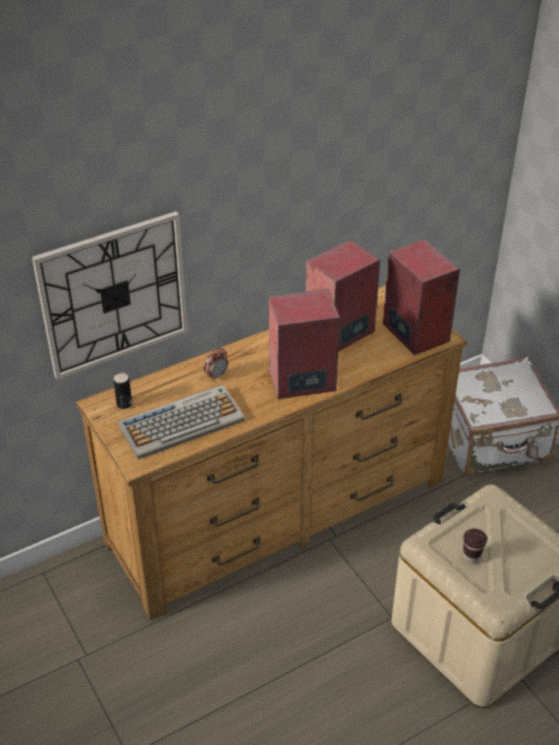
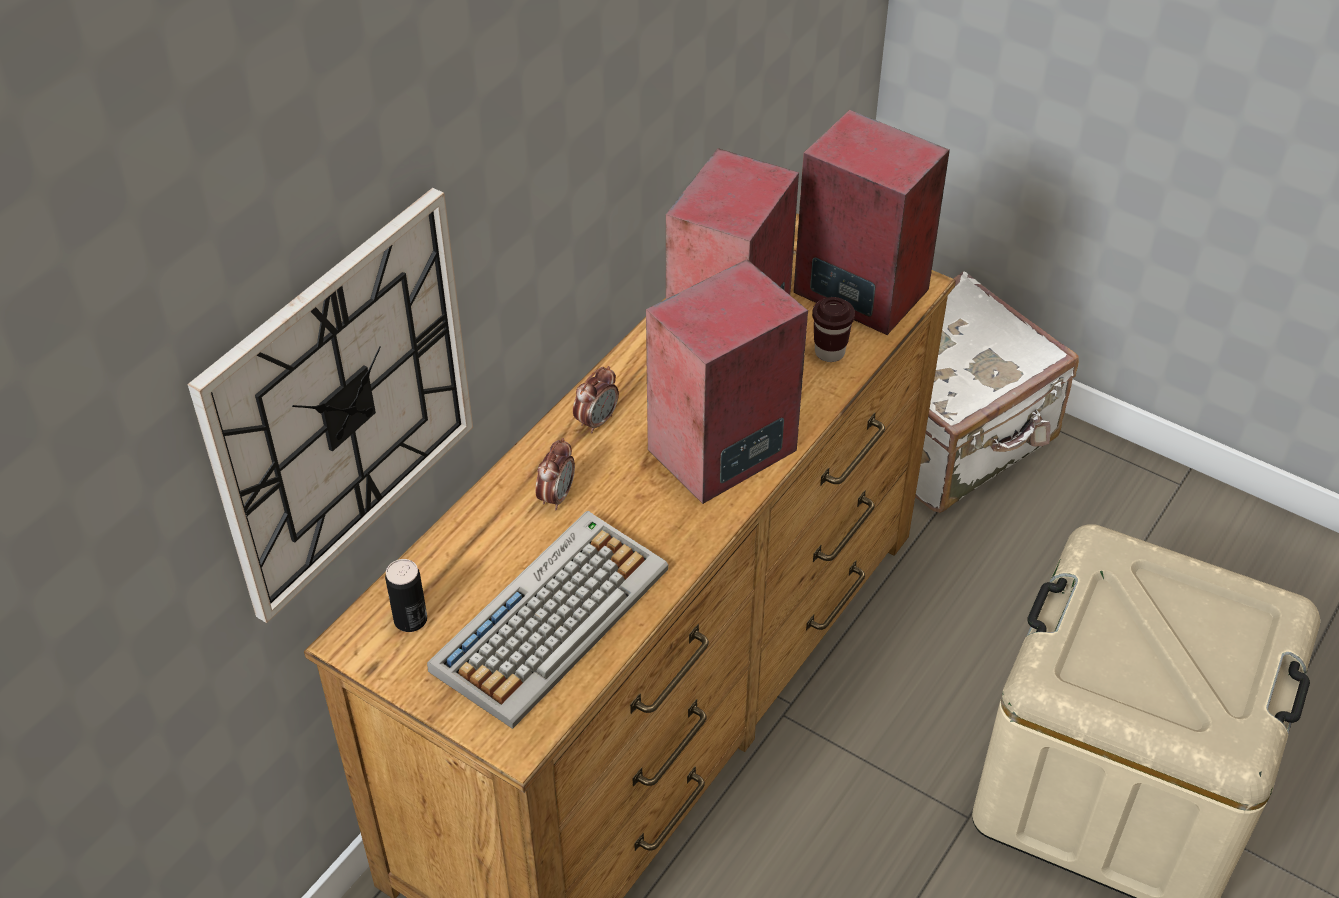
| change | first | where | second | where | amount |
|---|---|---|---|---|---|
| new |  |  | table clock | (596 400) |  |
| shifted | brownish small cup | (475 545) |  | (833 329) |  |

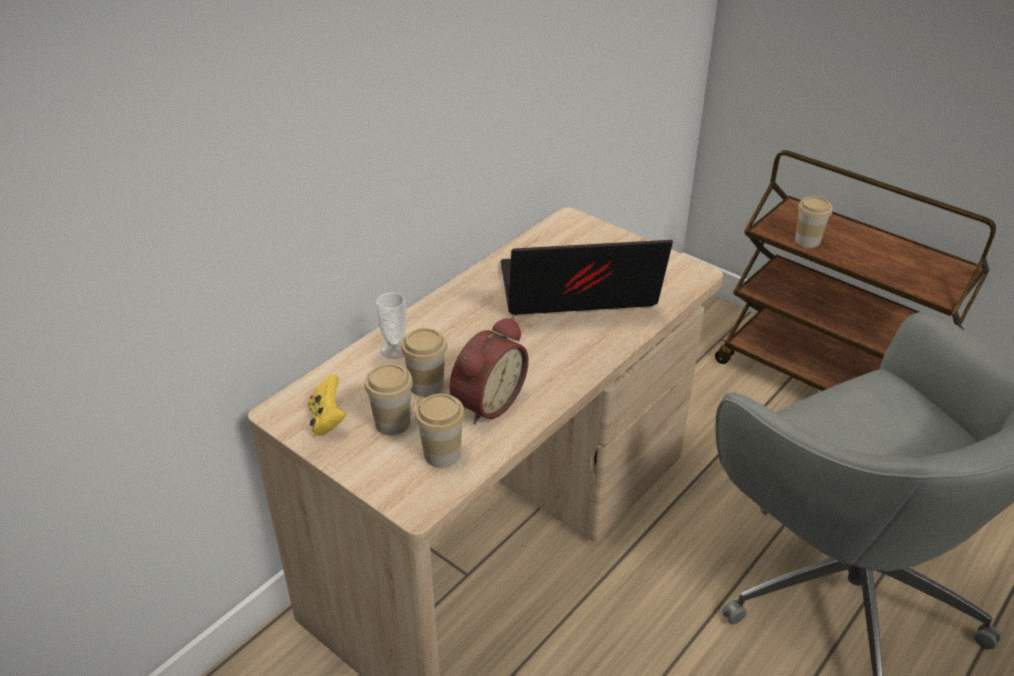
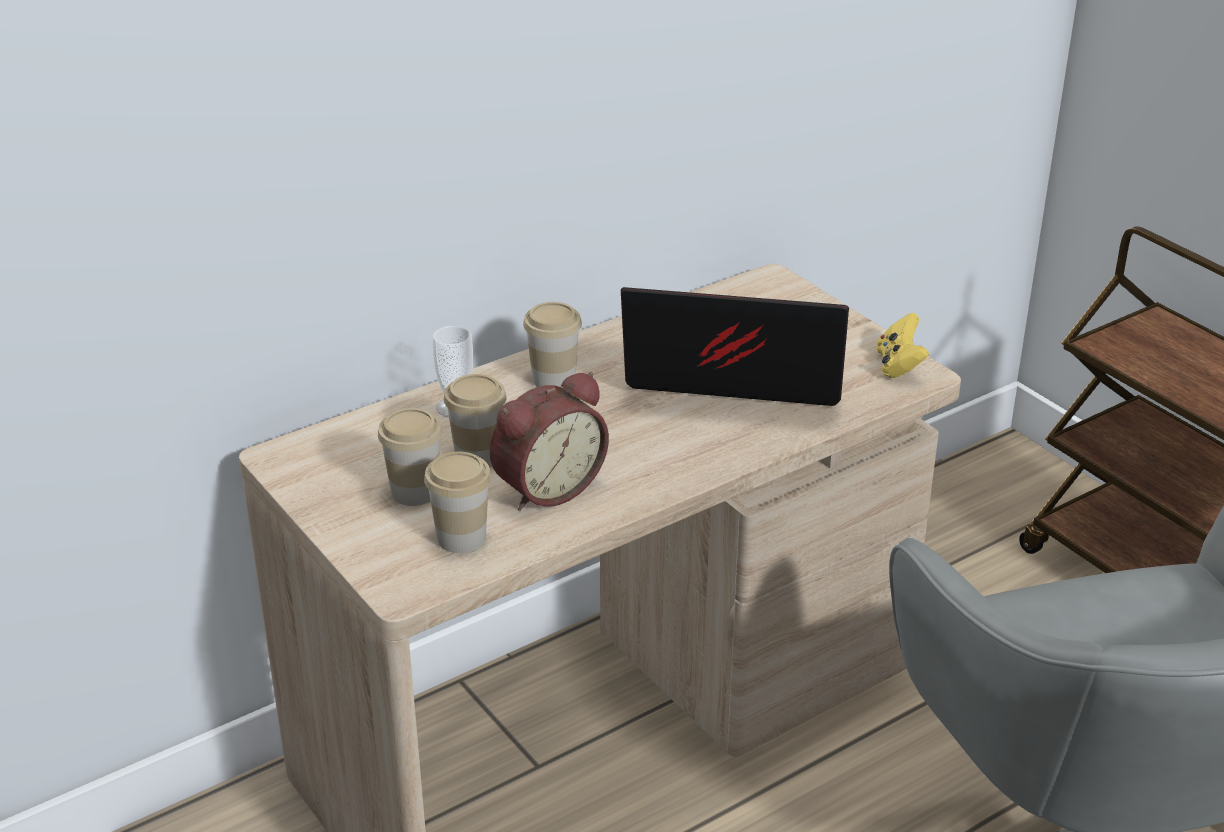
| change | first | where | second | where | amount |
|---|---|---|---|---|---|
| shifted | small cup | (814 222) |  | (552 344) |  |
| shifted | yellow joypad | (327 404) |  | (903 345) |  |

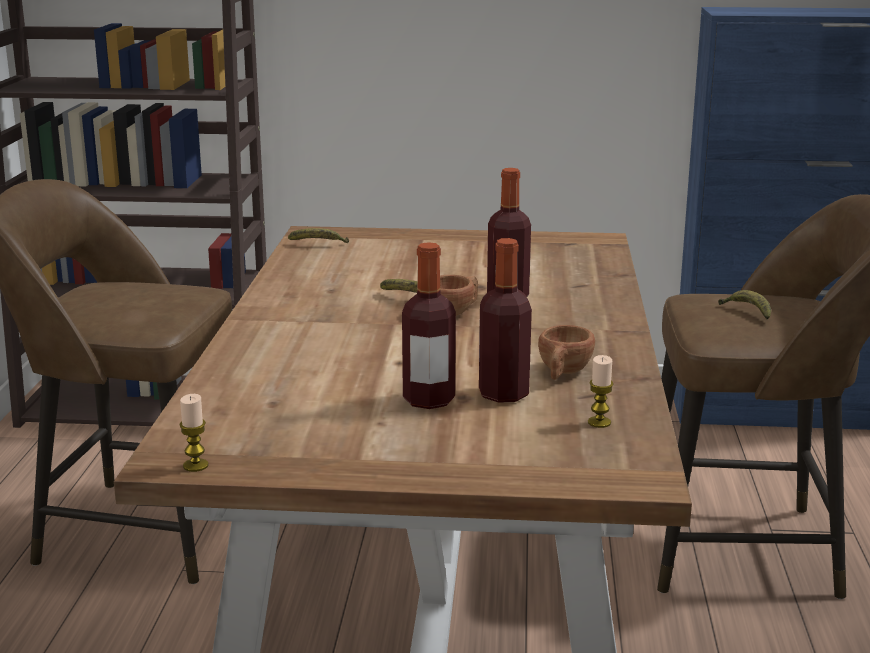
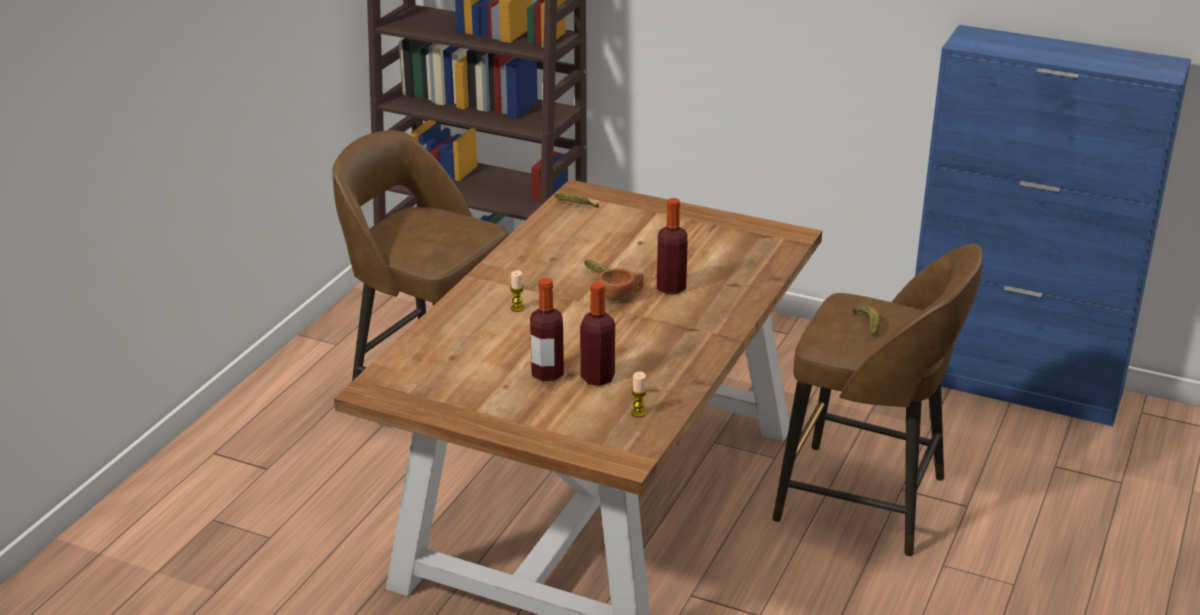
| change | first | where | second | where | amount |
|---|---|---|---|---|---|
| shifted | wax light | (194 433) |  | (517 291) |  |
| gone | brownish small cup | (566 352) |  |  |  |

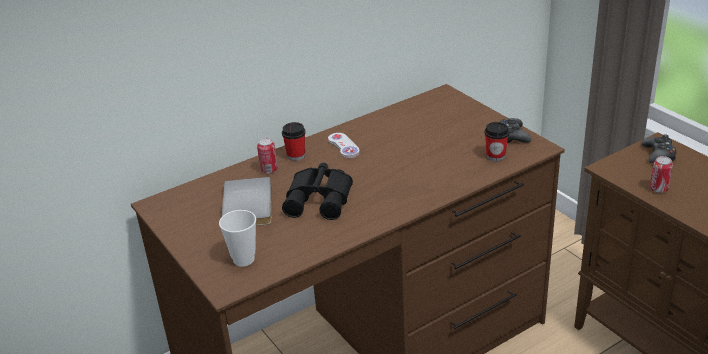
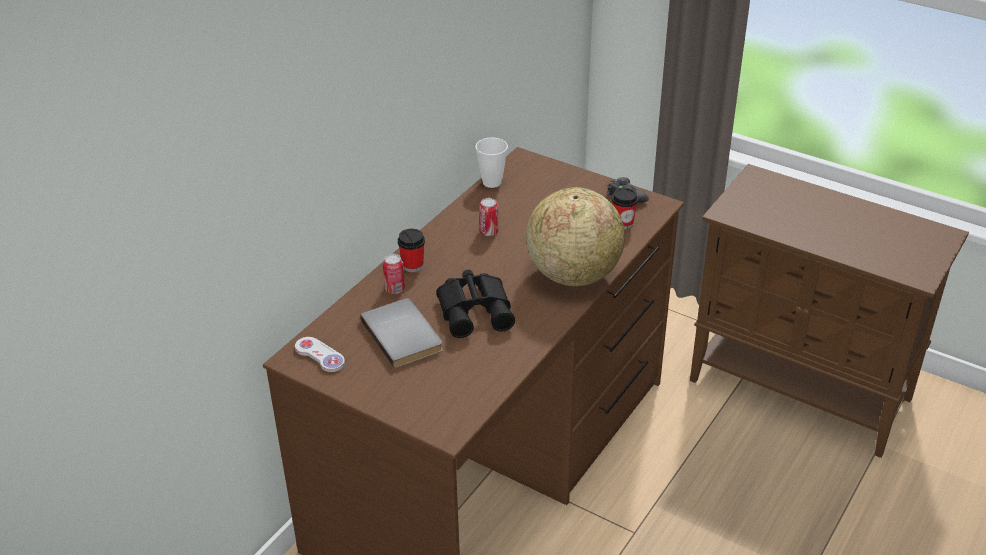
| change | first | where | second | where | amount |
|---|---|---|---|---|---|
| shifted | whitish joypad | (344 145) |  | (320 354) |  |
| shifted | small cup | (237 238) |  | (491 163) |  |
| shifted | sealed can | (661 174) |  | (488 217) |  |
| new |  |  | desk globe | (575 236) |  |
| gone | black-coloured joypad | (658 148) |  |  |  |

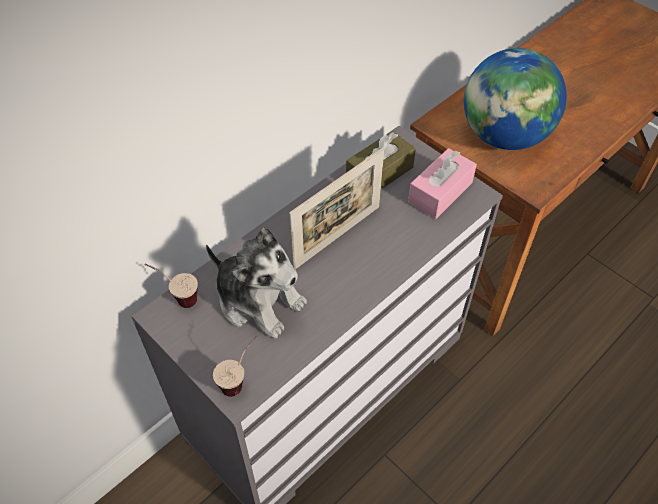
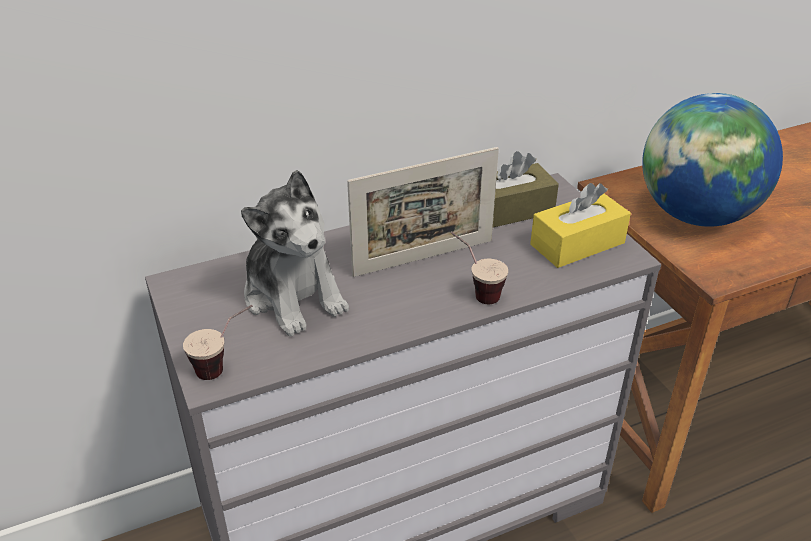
| change | first | where | second | where | amount |
|---|---|---|---|---|---|
| shifted | small cup | (171 286) |  | (479 267) |  |
| repainted | pinkish box of tissues | (442 183) | yellow box of tissues | (580 225) |  |

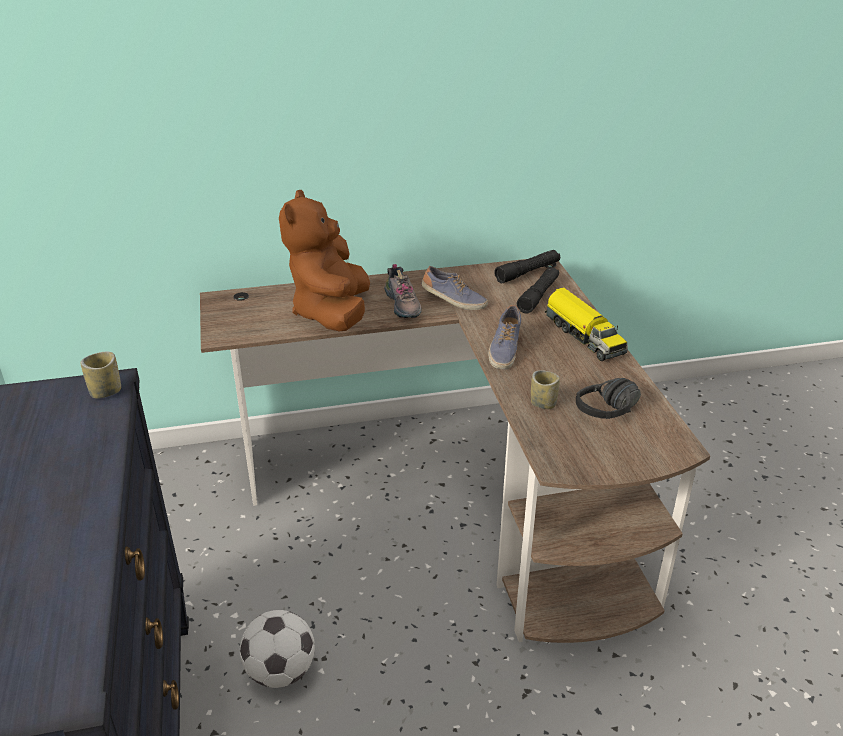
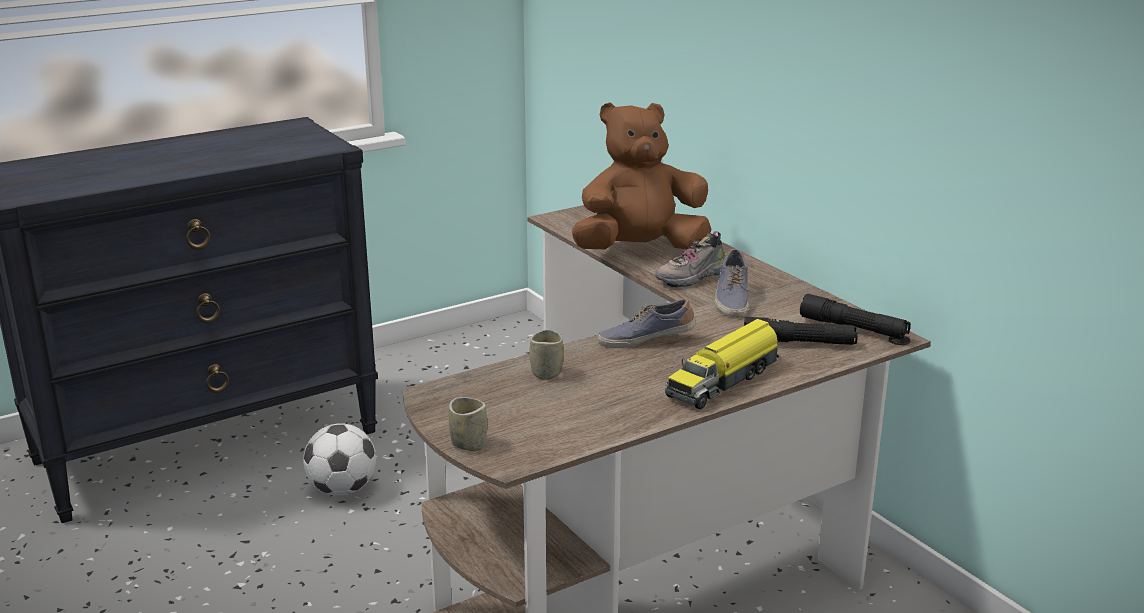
| change | first | where | second | where | amount |
|---|---|---|---|---|---|
| shifted | small cup | (101 375) |  | (468 424) |  |
| gone | black-coloured pair of headphones | (608 398) |  |  |  |

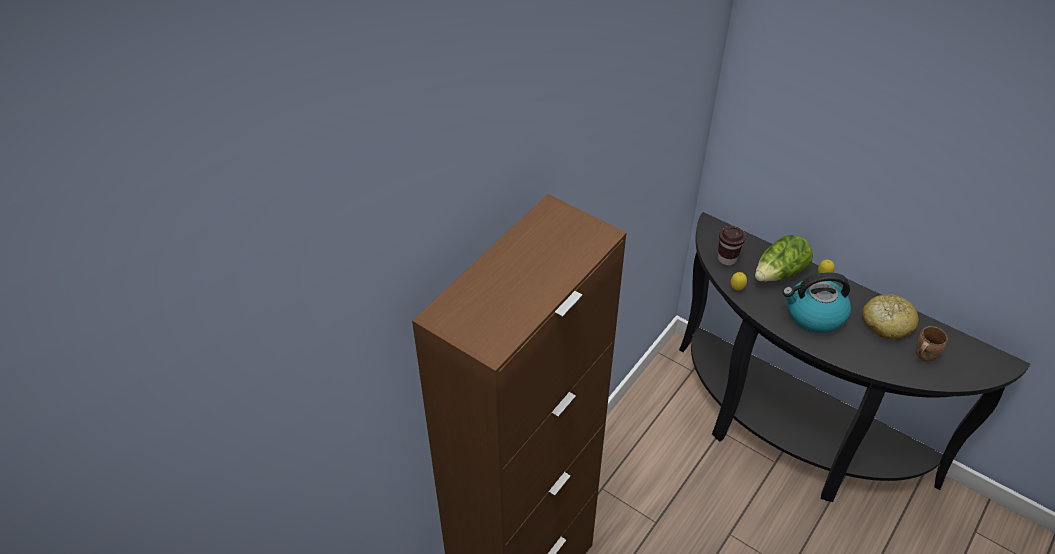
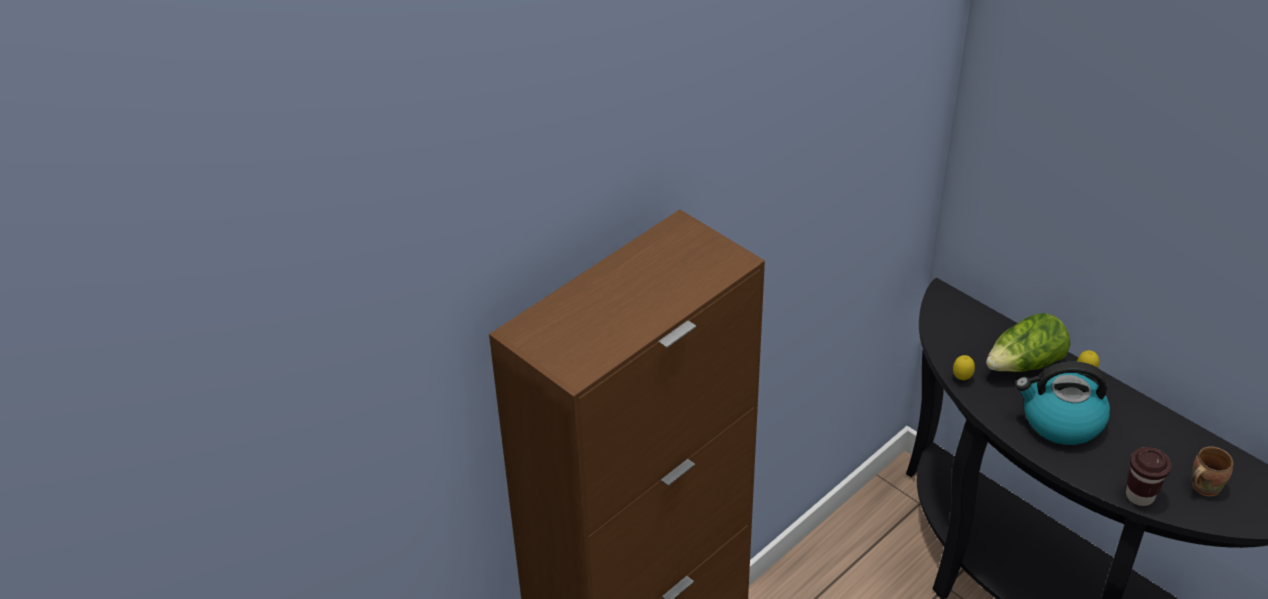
| change | first | where | second | where | amount |
|---|---|---|---|---|---|
| shifted | brownish small cup | (732 245) |  | (1148 476) |  |
| gone | bread | (890 316) |  |  |  |

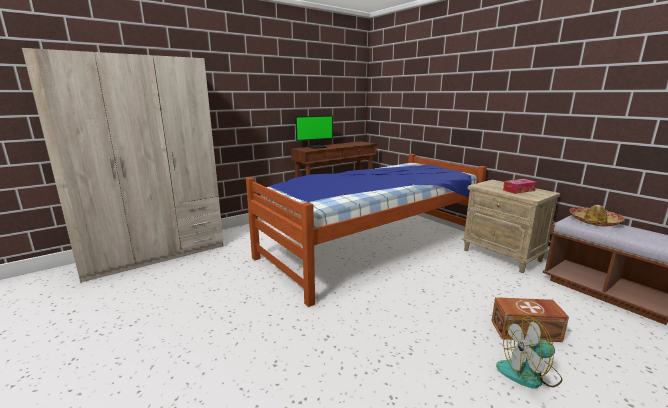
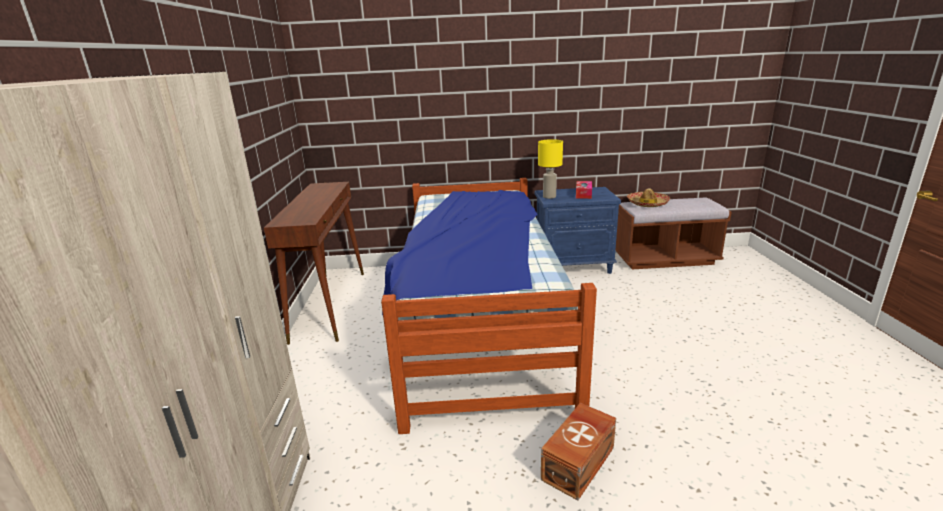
| change | first | where | second | where | amount |
|---|---|---|---|---|---|
| repainted | beige bedside table | (510 226) | blue bedside table | (578 230) |  |
| new |  |  | yellow table lamp | (550 169) |  |
| shifted | brownish storage container | (530 319) |  | (578 451) |  |
| gone | monitor | (314 132) |  |  |  |
| gone | fan | (529 352) |  |  |  |

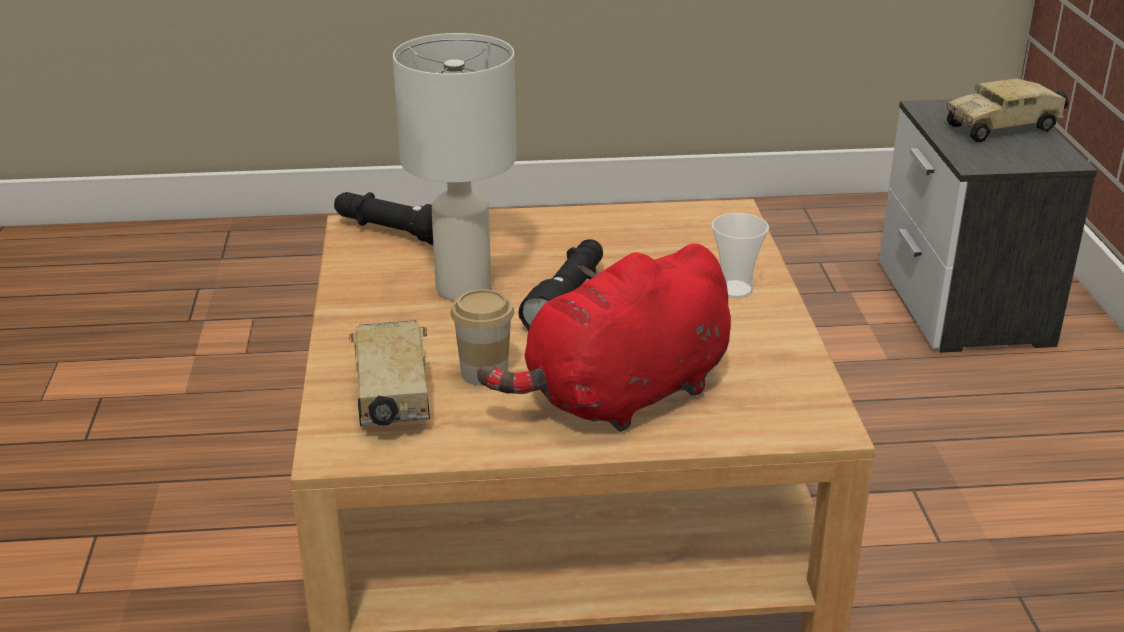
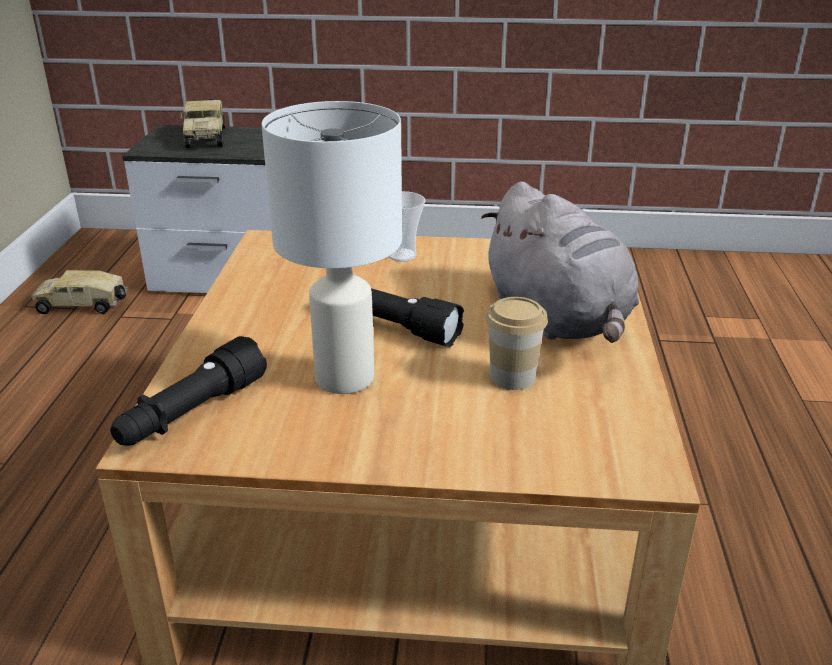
| change | first | where | second | where | amount |
|---|---|---|---|---|---|
| shifted | toy truck | (389 373) |  | (79 292) |  |
| repainted | red cuddly toy | (604 337) | gray cuddly toy | (560 262) |  |

